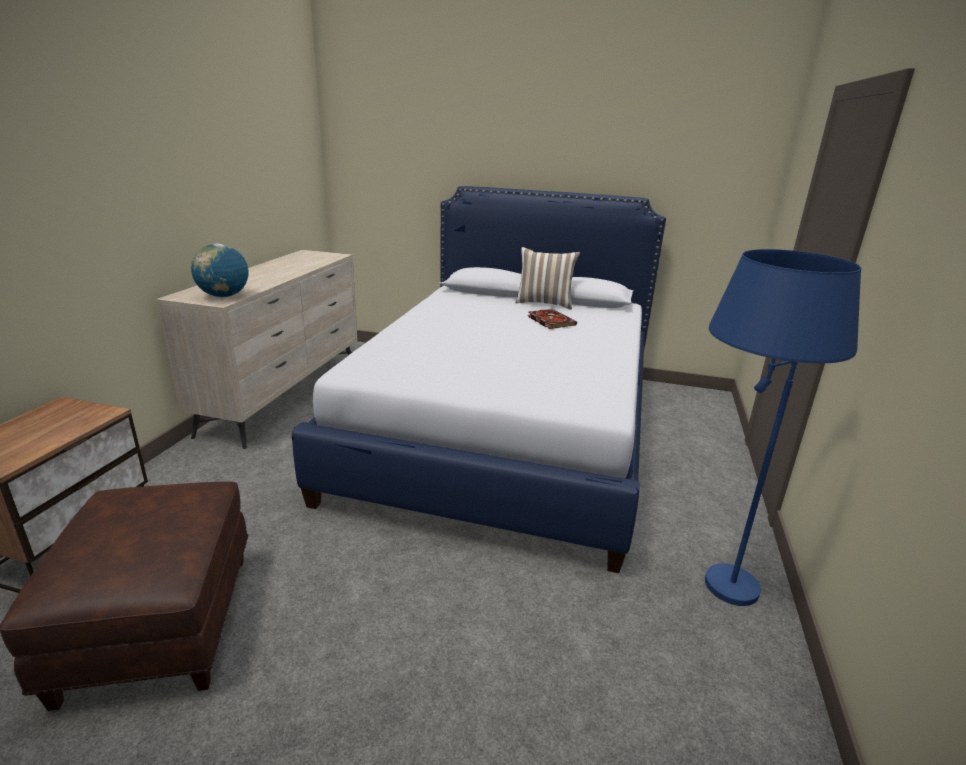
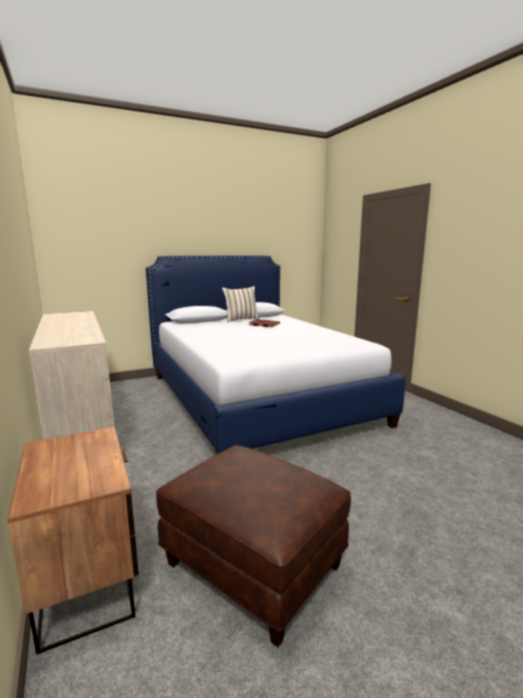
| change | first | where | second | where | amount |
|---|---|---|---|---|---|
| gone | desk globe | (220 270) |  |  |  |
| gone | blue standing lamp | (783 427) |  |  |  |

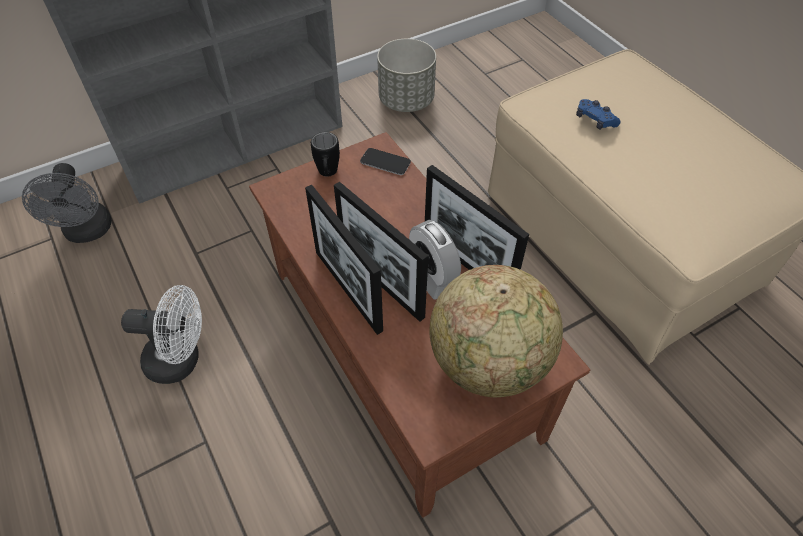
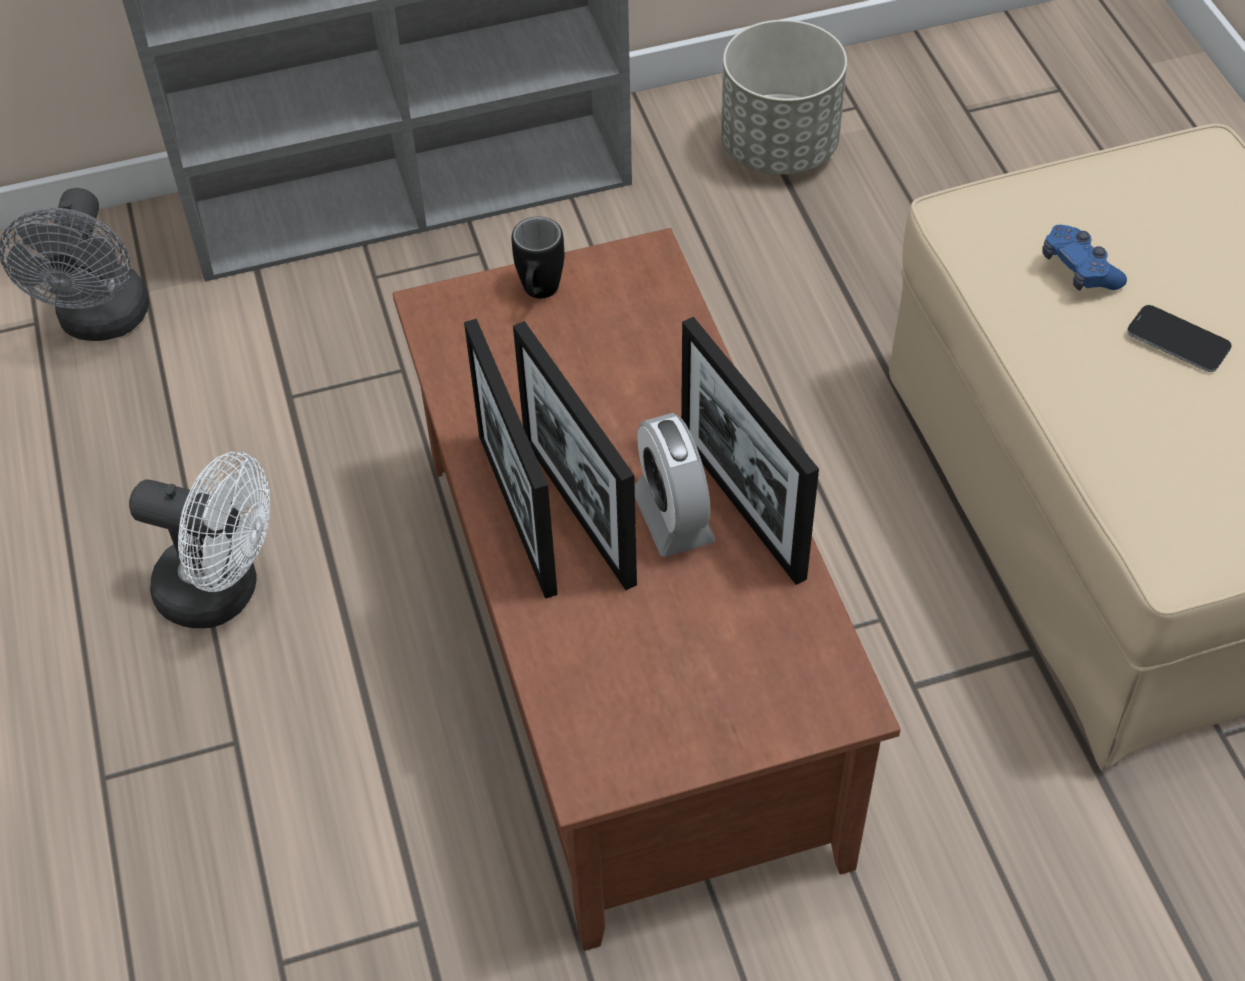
| change | first | where | second | where | amount |
|---|---|---|---|---|---|
| shifted | telephone | (385 161) |  | (1179 338) |  |
| gone | desk globe | (496 331) |  |  |  |

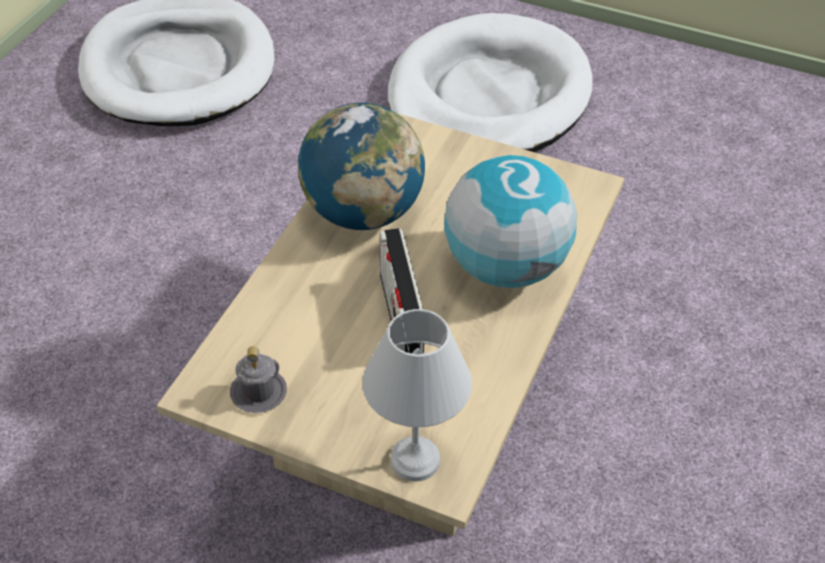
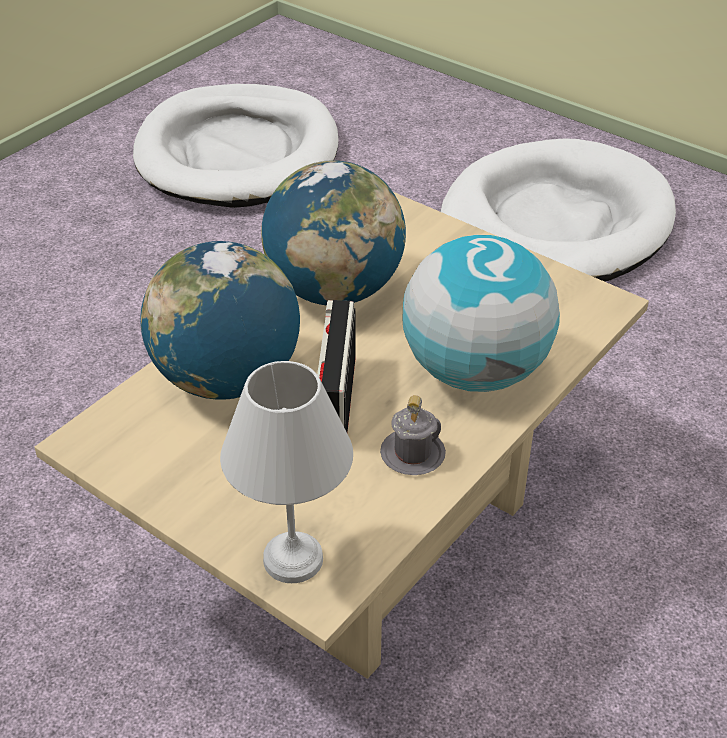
| change | first | where | second | where | amount |
|---|---|---|---|---|---|
| new |  |  | desk globe | (220 320) |  |
| shifted | gray coffee mug | (258 379) |  | (413 435) |  |

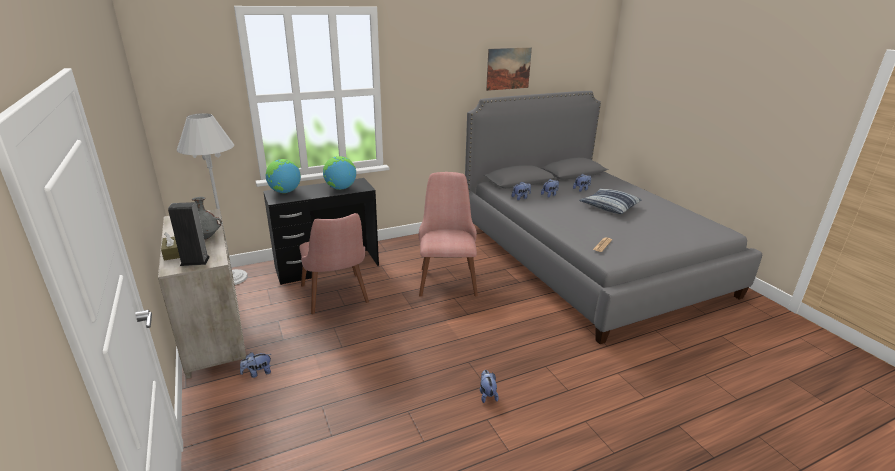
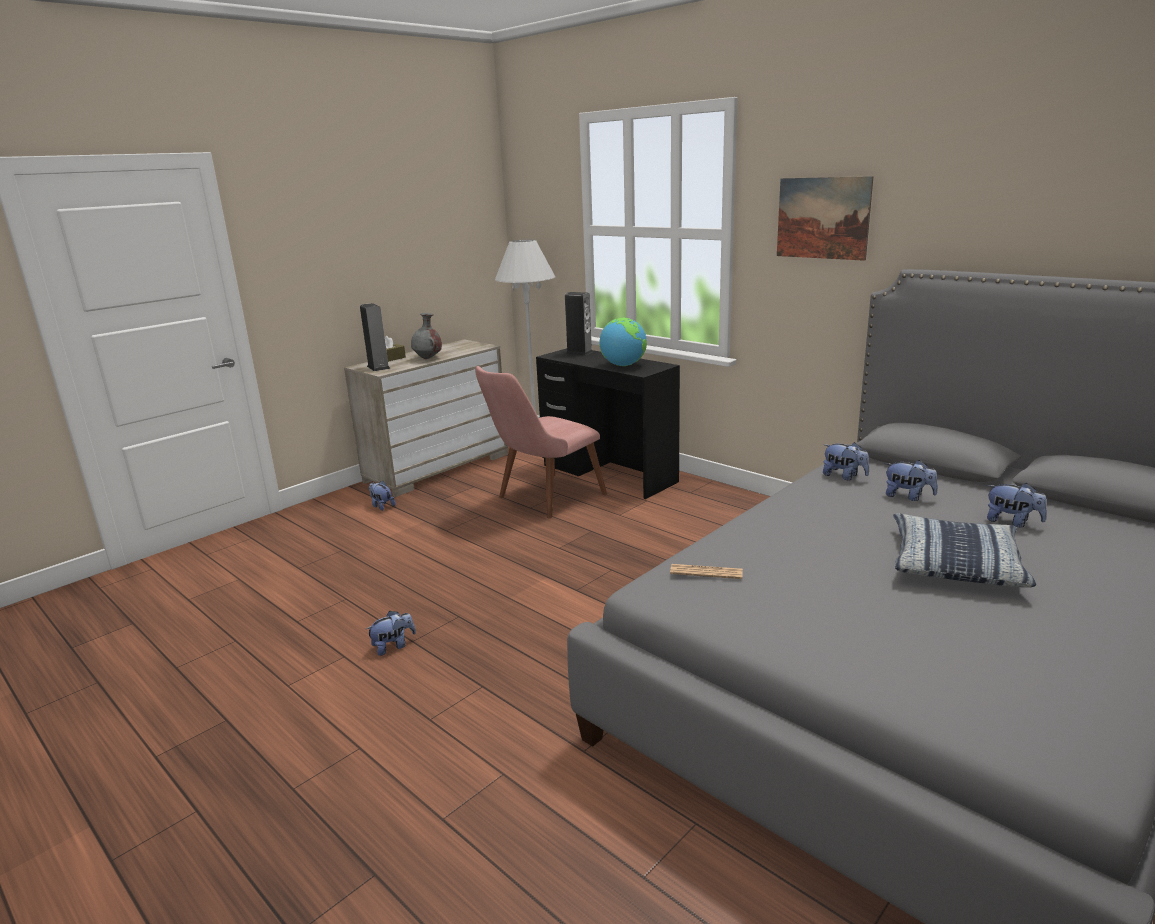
| change | first | where | second | where | amount |
|---|---|---|---|---|---|
| swapped | desk globe | (283 176) | audio speaker | (579 323) |  |
| shifted | wall art | (509 69) |  | (825 218) |  |
| gone | pinkish chair | (448 234) |  |  |  |

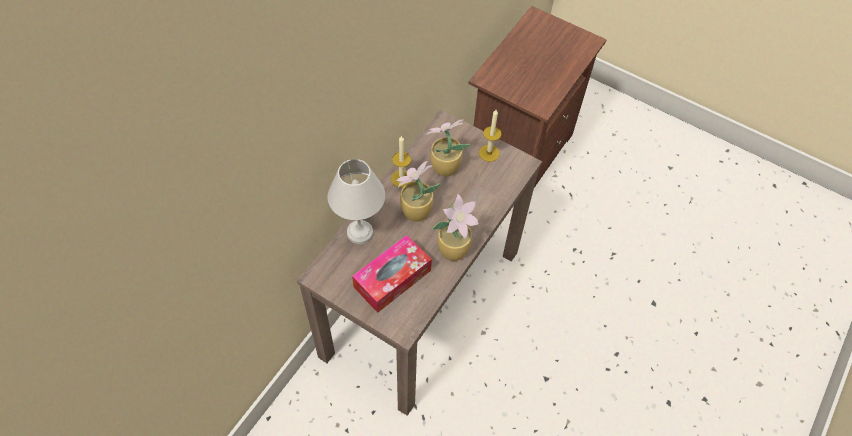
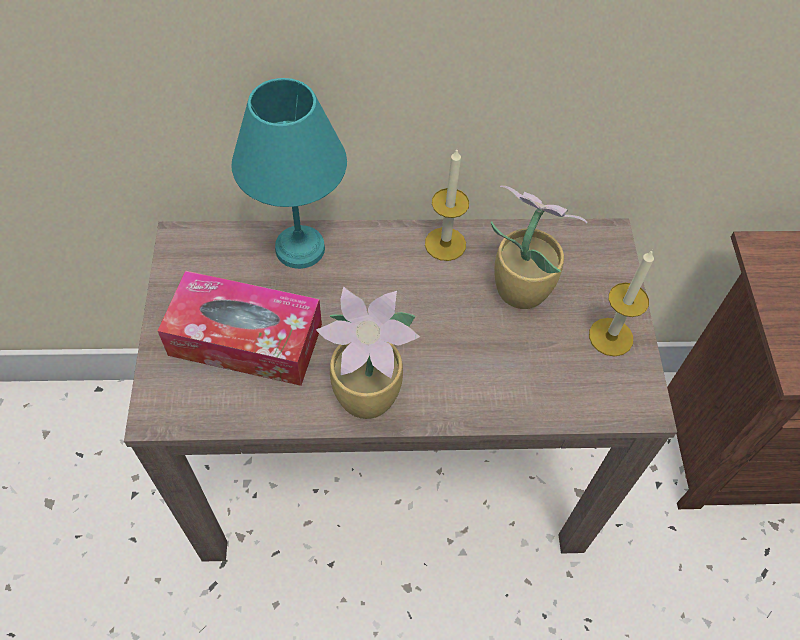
| change | first | where | second | where | amount |
|---|---|---|---|---|---|
| repainted | whitish table lamp | (356 201) | turquoise table lamp | (289 173) |  |
| gone | houseplant | (417 191) |  |  |  |

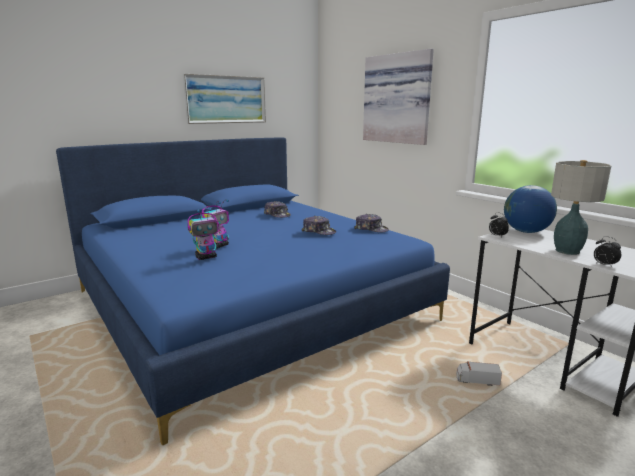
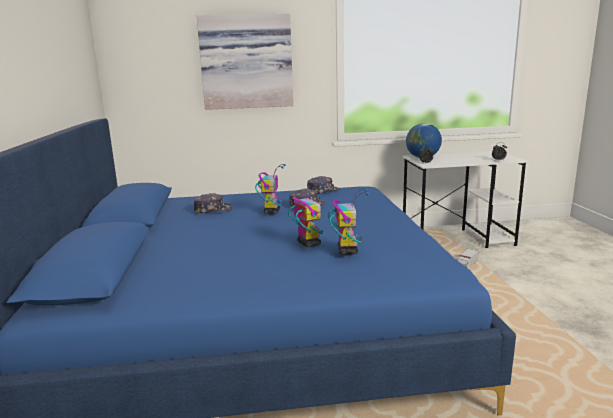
| change | first | where | second | where | amount |
|---|---|---|---|---|---|
| new |  |  | model robot | (270 189) |  |
| gone | wall art | (224 99) |  |  |  |
| gone | table lamp | (581 207) |  |  |  |

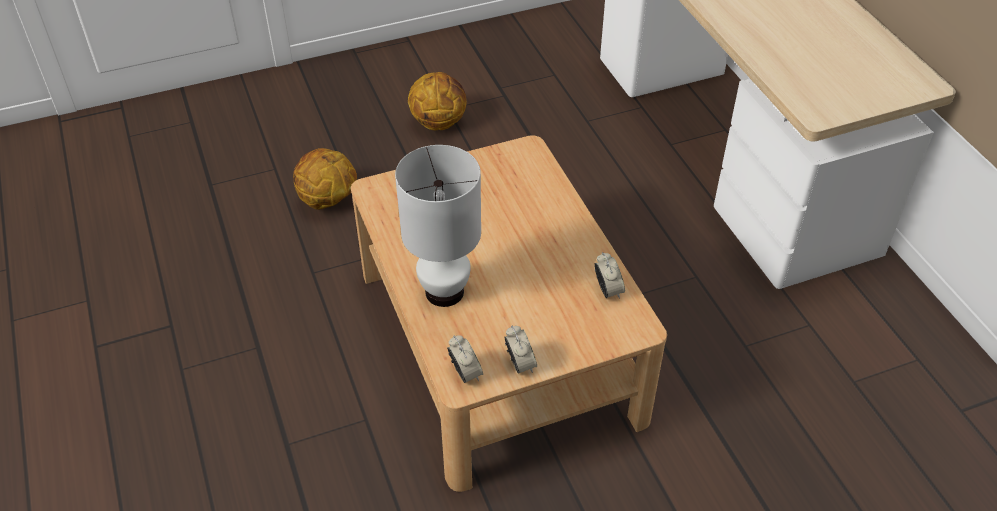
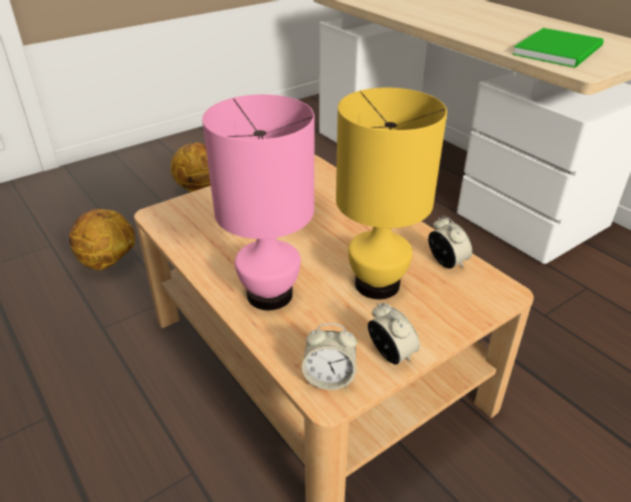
| change | first | where | second | where | amount |
|---|---|---|---|---|---|
| repainted | whitish table lamp | (438 226) | pinkish table lamp | (258 202) |  |
| rotated | table clock | (465 359) |  | (329 356) | 135 degrees clockwise |
| new |  |  | yellow table lamp | (391 193) |  |
| new |  |  | green bound book | (558 48) |  |

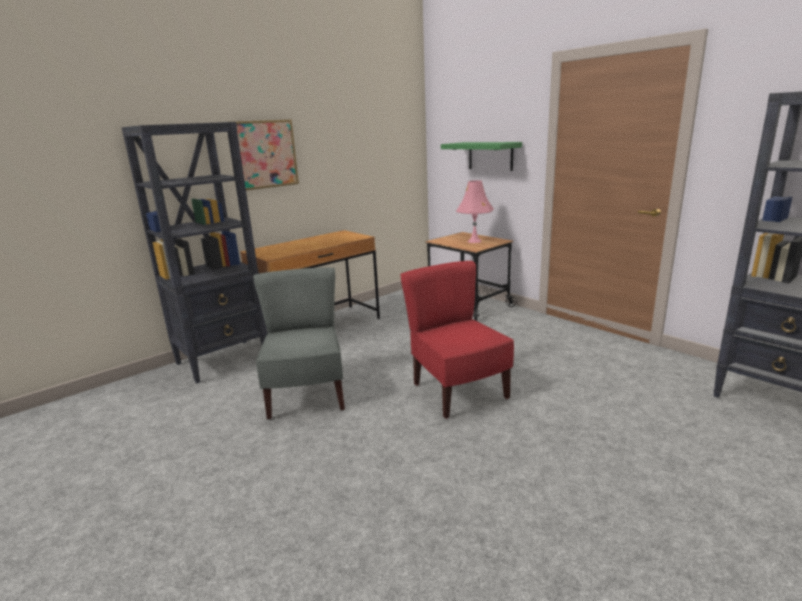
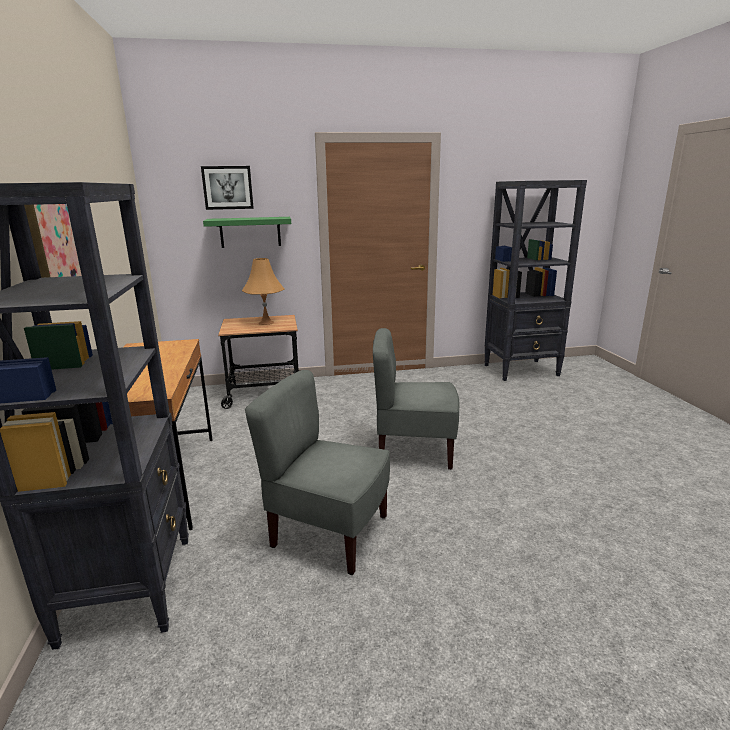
| change | first | where | second | where | amount |
|---|---|---|---|---|---|
| new |  |  | wall art | (227 188) |  |
| repainted | pinkish table lamp | (475 211) | orangey table lamp | (263 291) |  |
| repainted | red chair | (457 340) | gray chair | (416 399) |  |

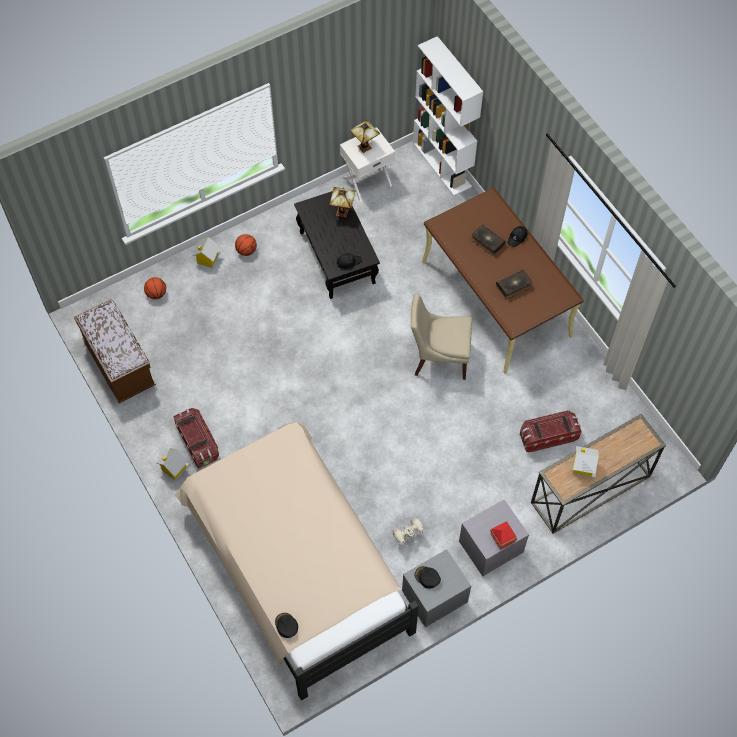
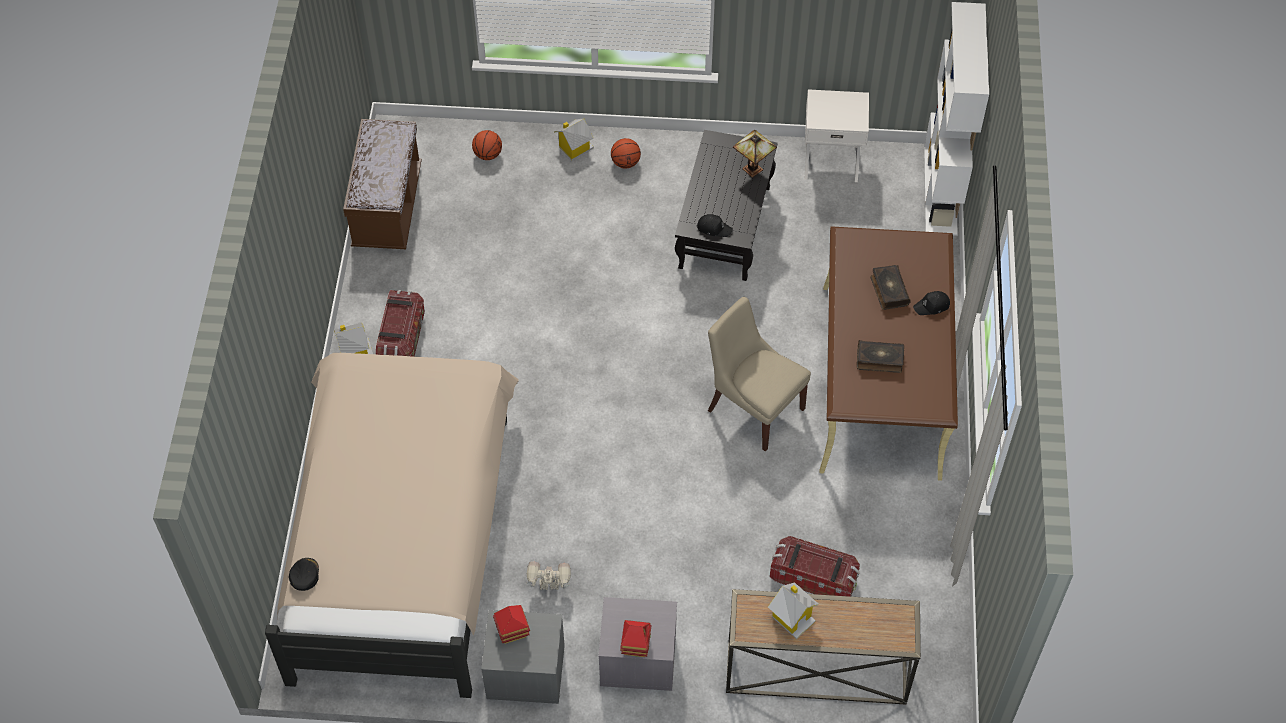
| change | first | where | second | where | amount |
|---|---|---|---|---|---|
| swapped | black-coloured baseball cap | (427 577) | toy house | (511 624) |  |
| gone | table lamp | (365 136) |  |  |  |

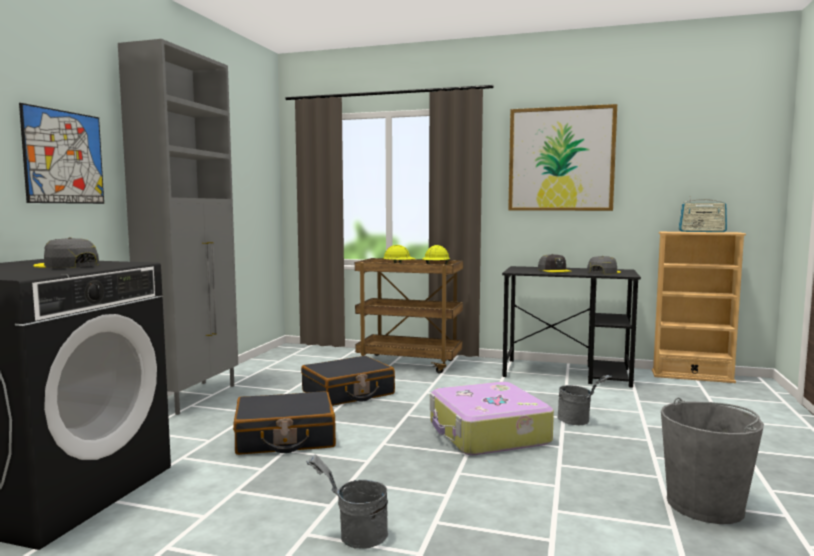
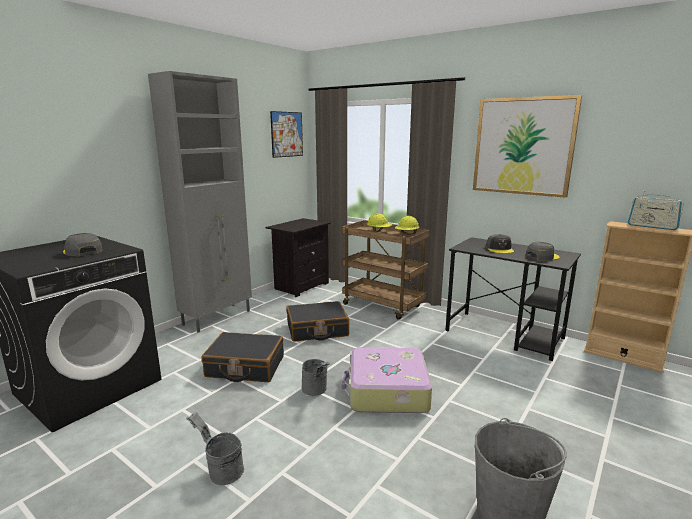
| change | first | where | second | where | amount |
|---|---|---|---|---|---|
| new |  |  | black-coloured bedside table | (298 257) |  |
| shifted | wall art | (61 153) |  | (286 134) |  |
| shifted | gray pail | (584 400) |  | (315 377) |  |

